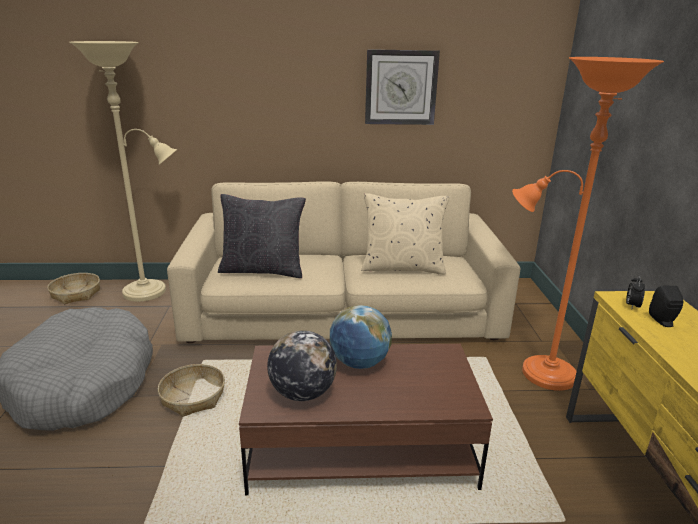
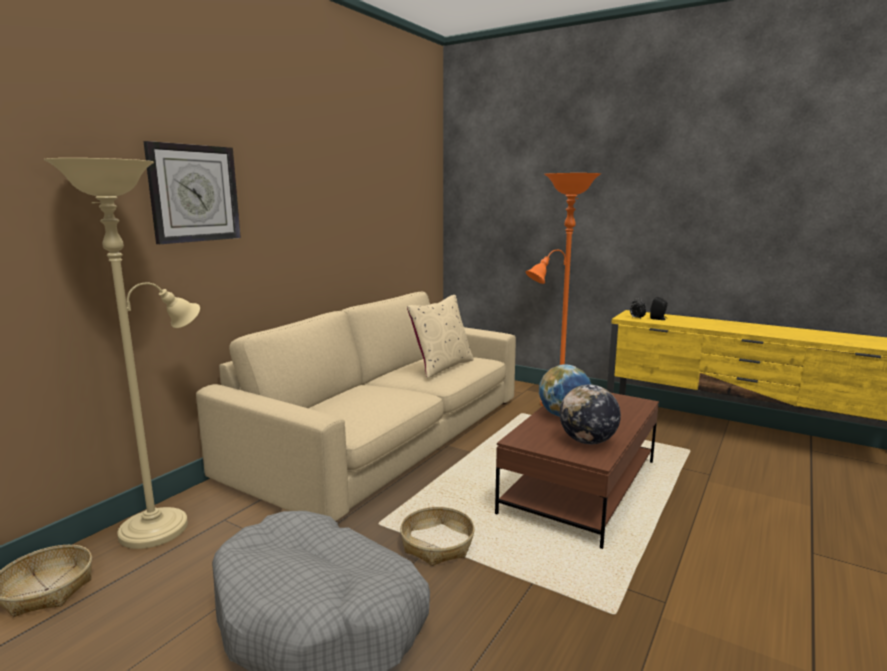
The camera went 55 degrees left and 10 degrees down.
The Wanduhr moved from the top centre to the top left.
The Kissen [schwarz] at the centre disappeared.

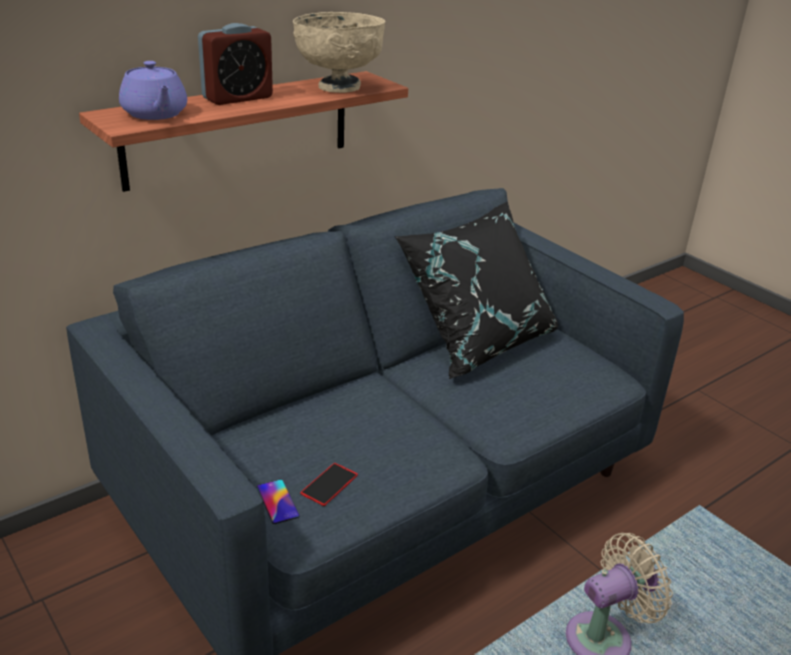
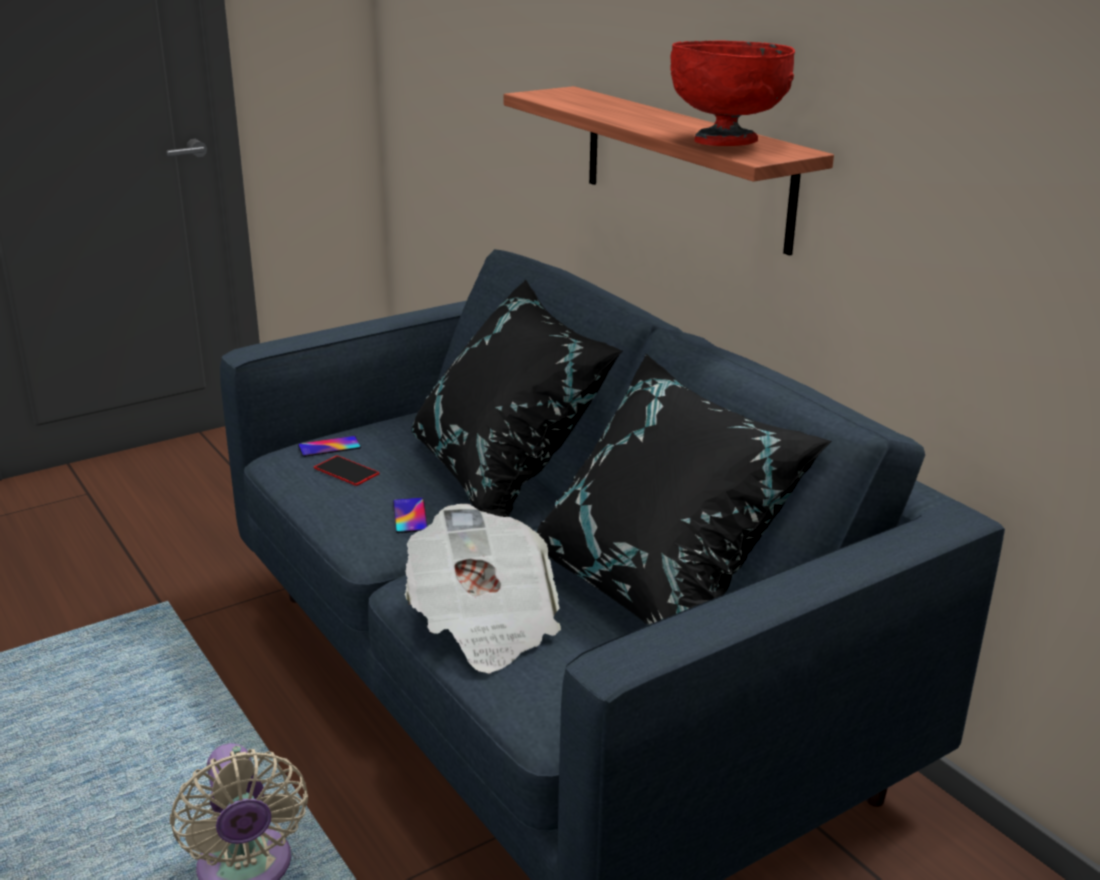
The camera went 95 degrees right and 5 degrees down.
The Handy (3rd from left) at the centre appeared.
The Zeitung at the bottom centre appeared.
The Kissen [schwarz] (1st from left) at the centre appeared.
The Schüssel [beige] at the top centre became the Schüssel [rot] at the top centre.
The Teekanne [lila] at the top left disappeared.
The Wecker at the top left disappeared.

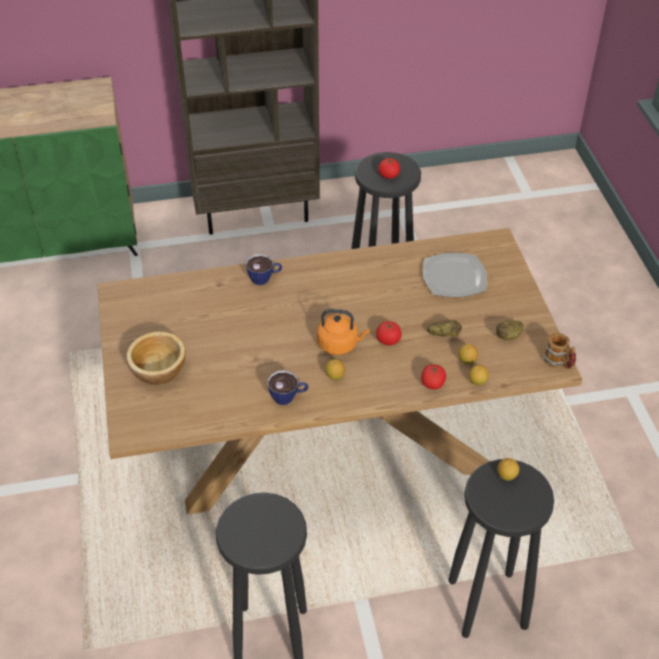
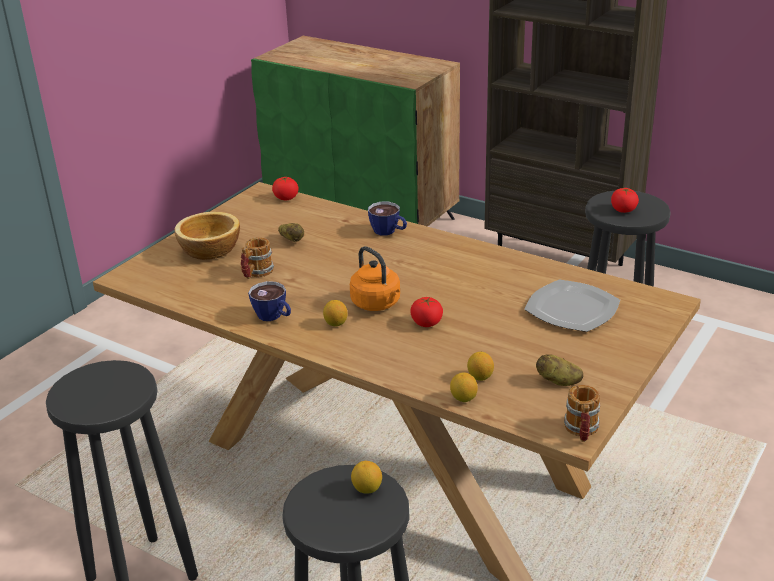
The camera went 45 degrees right and 15 degrees down.
The Henkelbecher (1st from left) at the middle left appeared.
The Tomate (3rd from left in the first image) moved from the centre to the top centre.
The Kartoffel (1st from left) moved from the middle right to the centre.

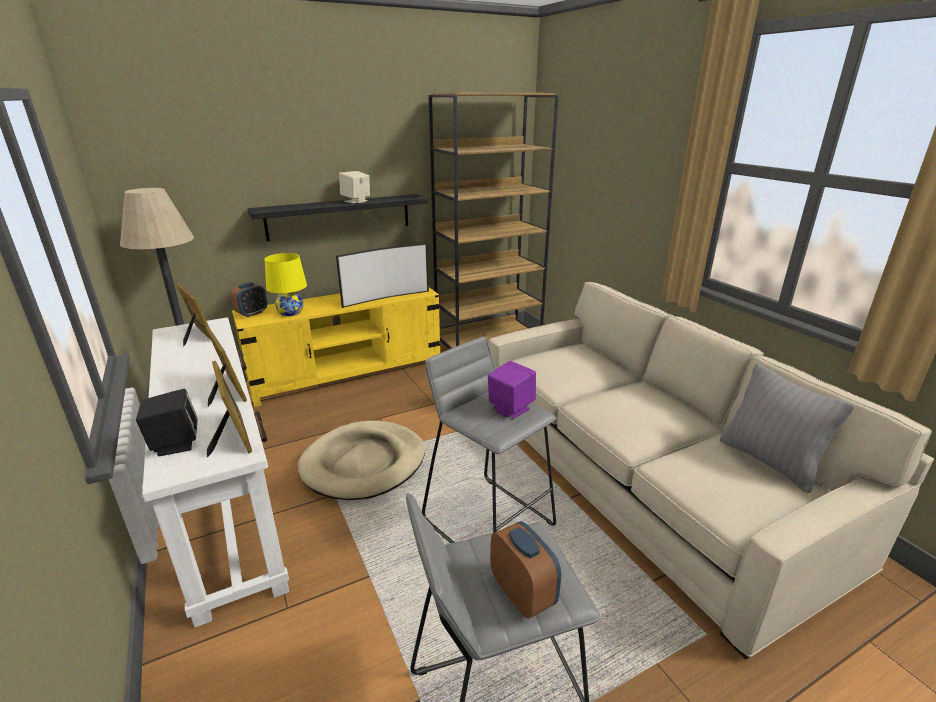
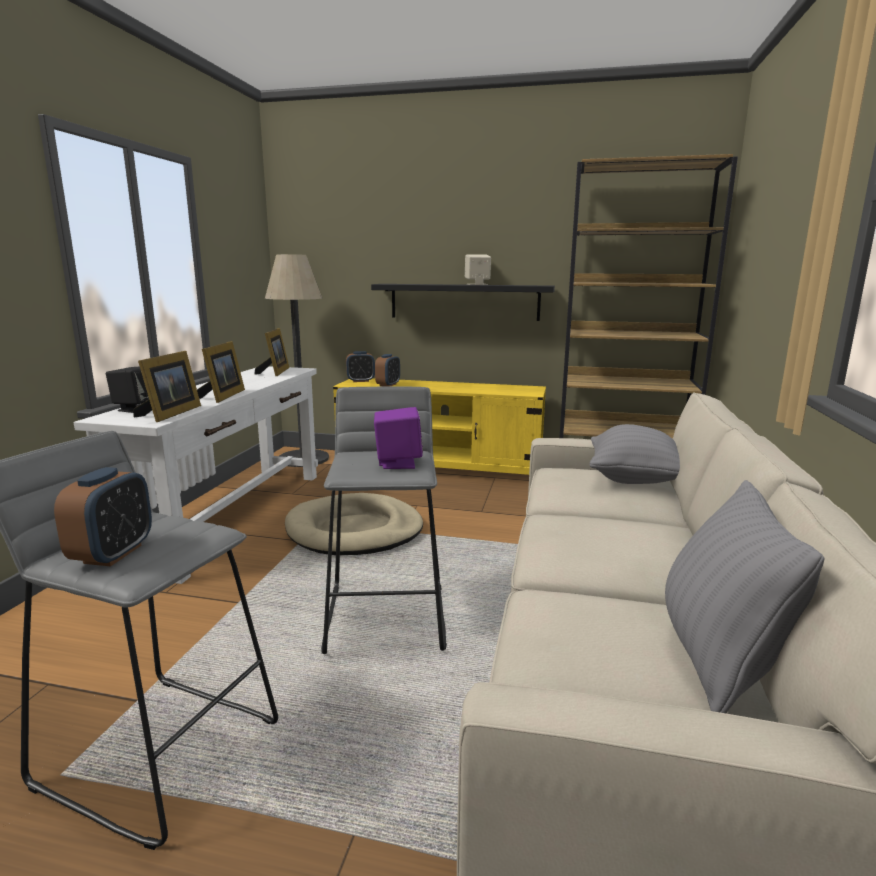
The camera went 40 degrees right and 10 degrees down.
The Tischlampe [gelb] at the middle left was replaced by the Wecker (3rd from left) at the centre.
The Kissen [grau] (1st from left) at the middle right appeared.
The Fernseher at the centre disappeared.

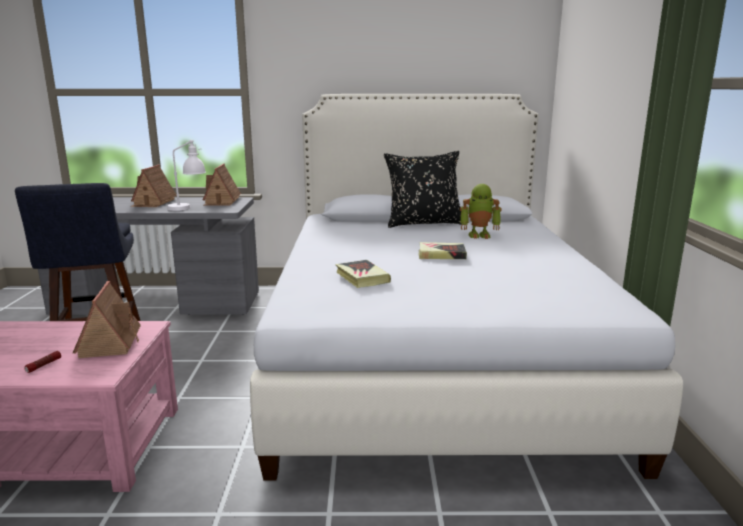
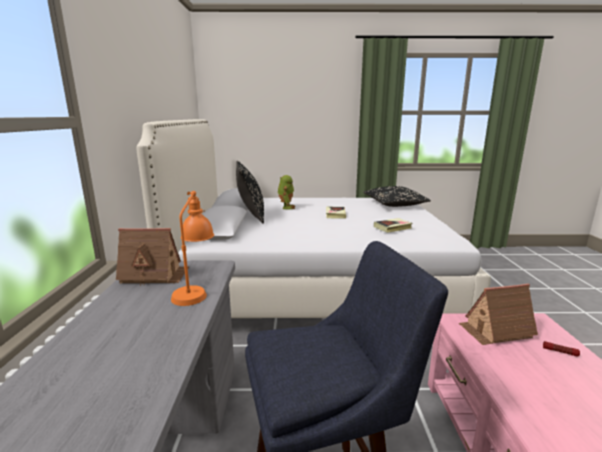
The camera went 90 degrees left and 0 degrees up.
The Tischlampe [weiß] at the top left became the Tischlampe [orange] at the middle left.
The Kissen [schwarz] (2nd from left) at the centre appeared.
The Spielzeughaus (2nd from left) at the middle left disappeared.

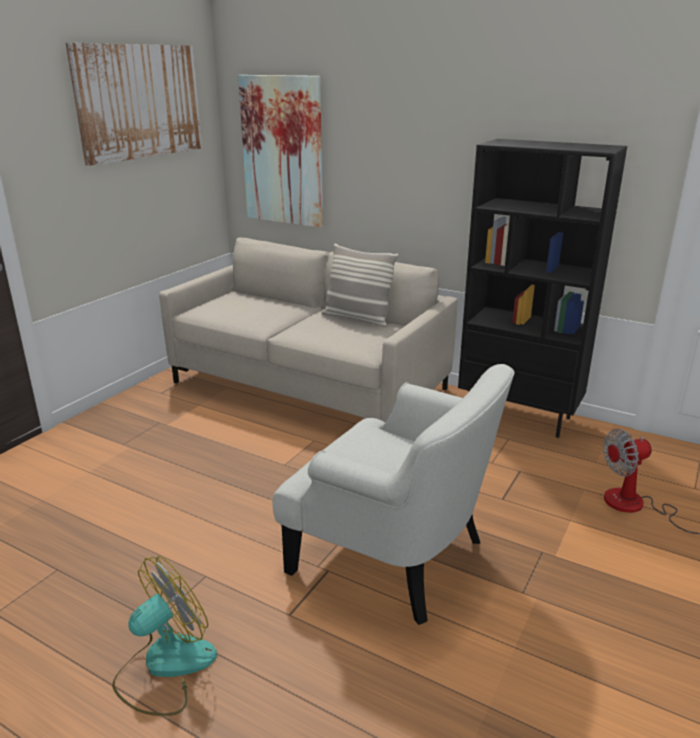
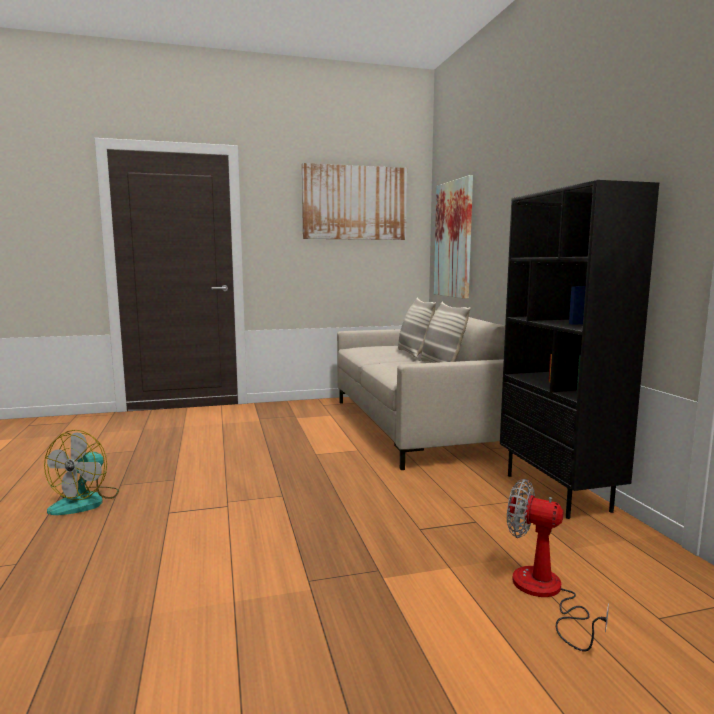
The camera went 45 degrees right and 15 degrees down.
The Ventilator (1st from left) at the bottom left turned 105 degrees clockwise.
The Kissen (1st from left) at the centre appeared.
The Sessel [weiß] at the bottom centre disappeared.

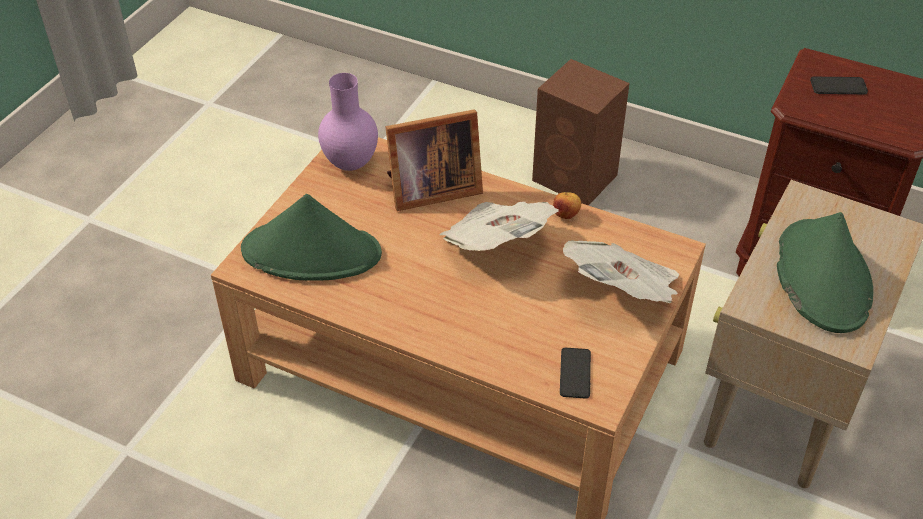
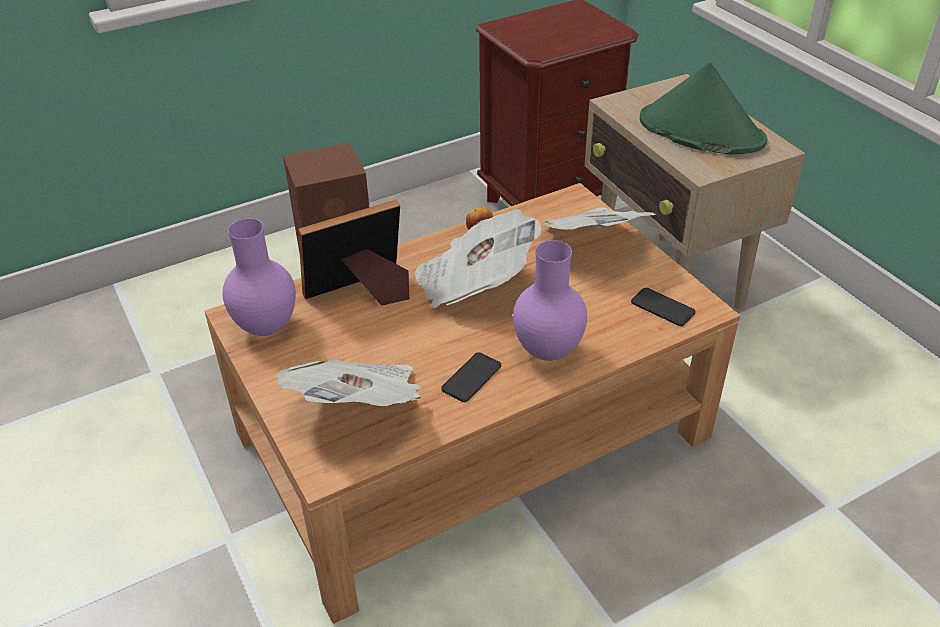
The camera went 55 degrees left and 5 degrees down.
The Hut [grün] (1st from left) at the centre was replaced by the Zeitung (1st from left) at the centre.
The Bilderrahmen at the top centre turned 135 degrees counterclockwise.
The Handy (2nd from left in the first image) moved from the top right to the centre.
The Vase [lila] (2nd from left) at the centre appeared.

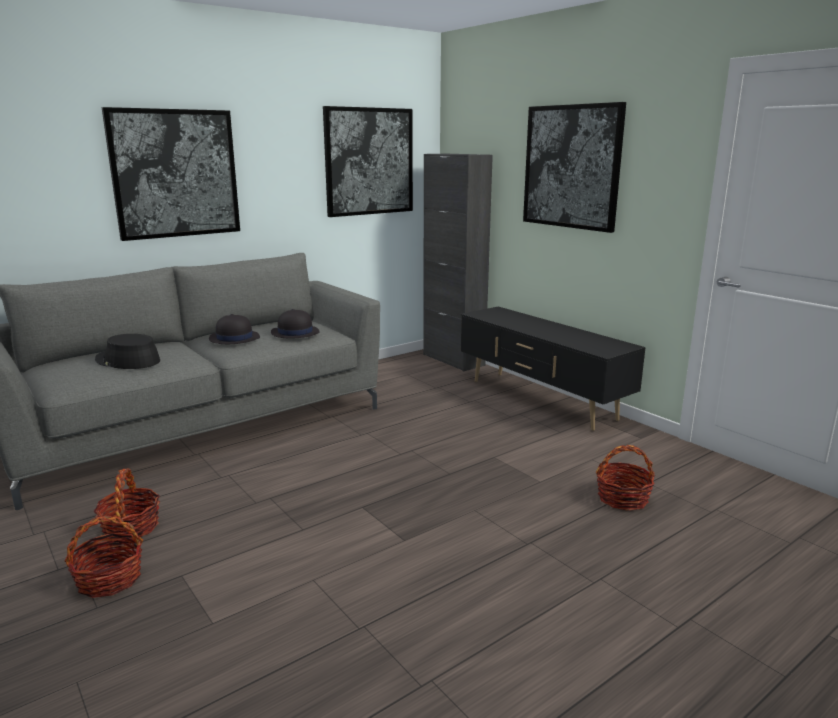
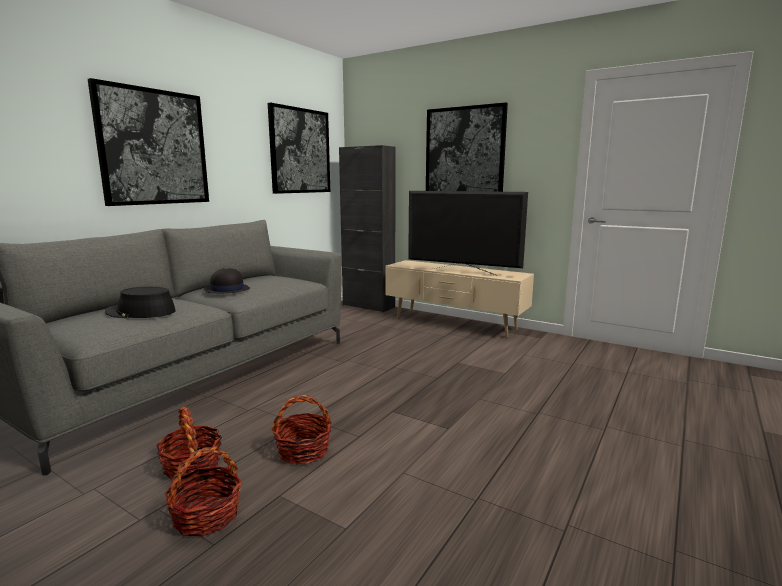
The camera went 20 degrees left and 5 degrees down.
The Korb (3rd from left) moved from the middle right to the bottom centre.
The Fernsehschrank [schwarz] at the centre became the Fernsehschrank [beige] at the centre.
The Fernseher at the centre appeared.
The Hut [schwarz] (3rd from left) at the centre disappeared.

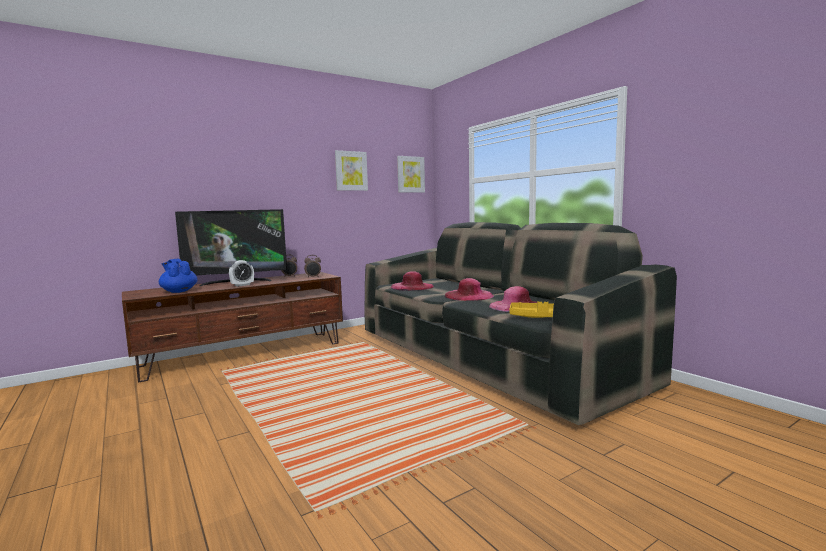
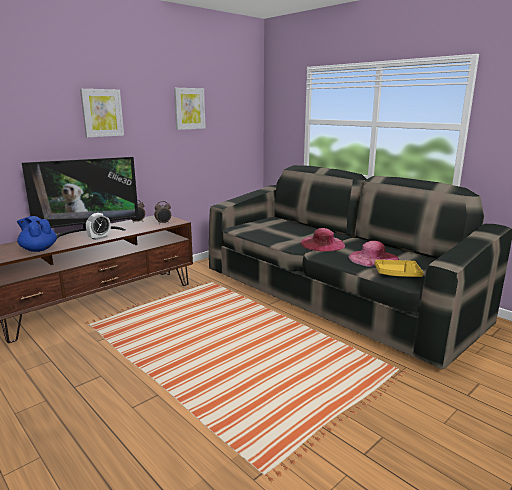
The camera went 10 degrees left and 10 degrees up.
The Bild (2nd from left in the first image) moved from the top centre to the top left.
The Hut [rosa] (1st from left) at the centre disappeared.

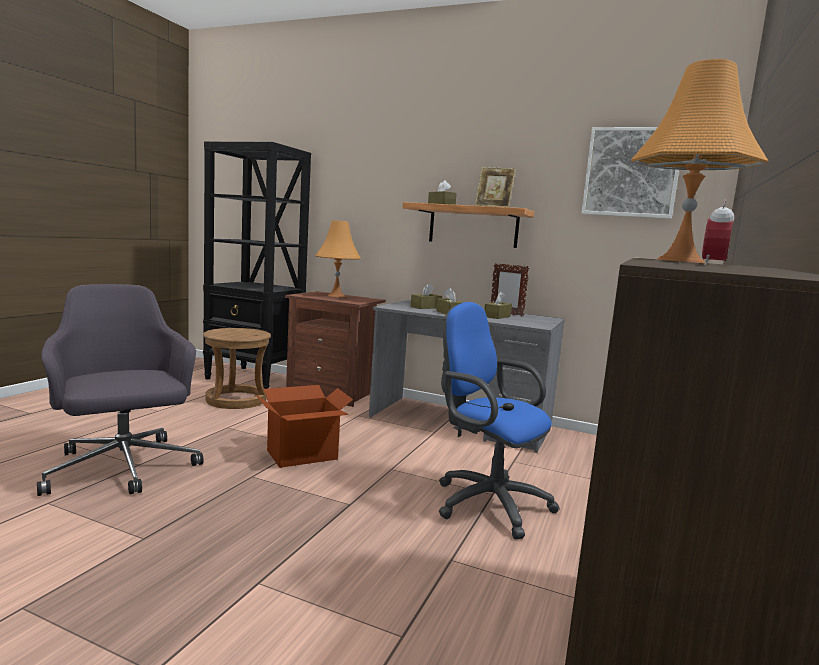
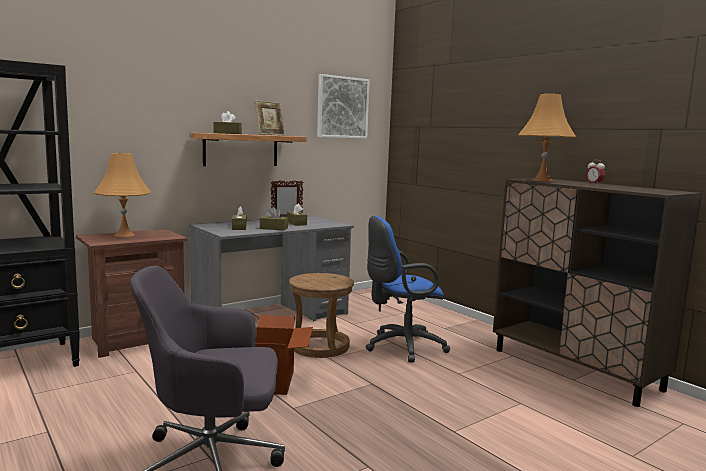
The camera went 60 degrees left and 0 degrees up.
The Hocker [braun] moved from the middle left to the bottom centre.

